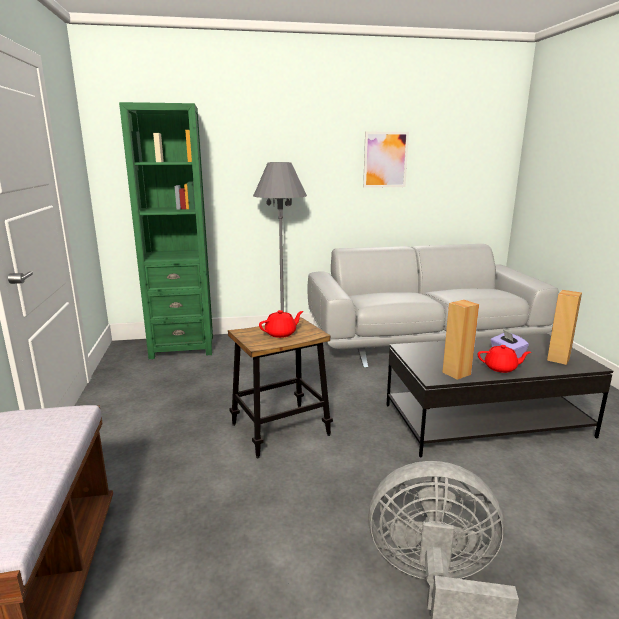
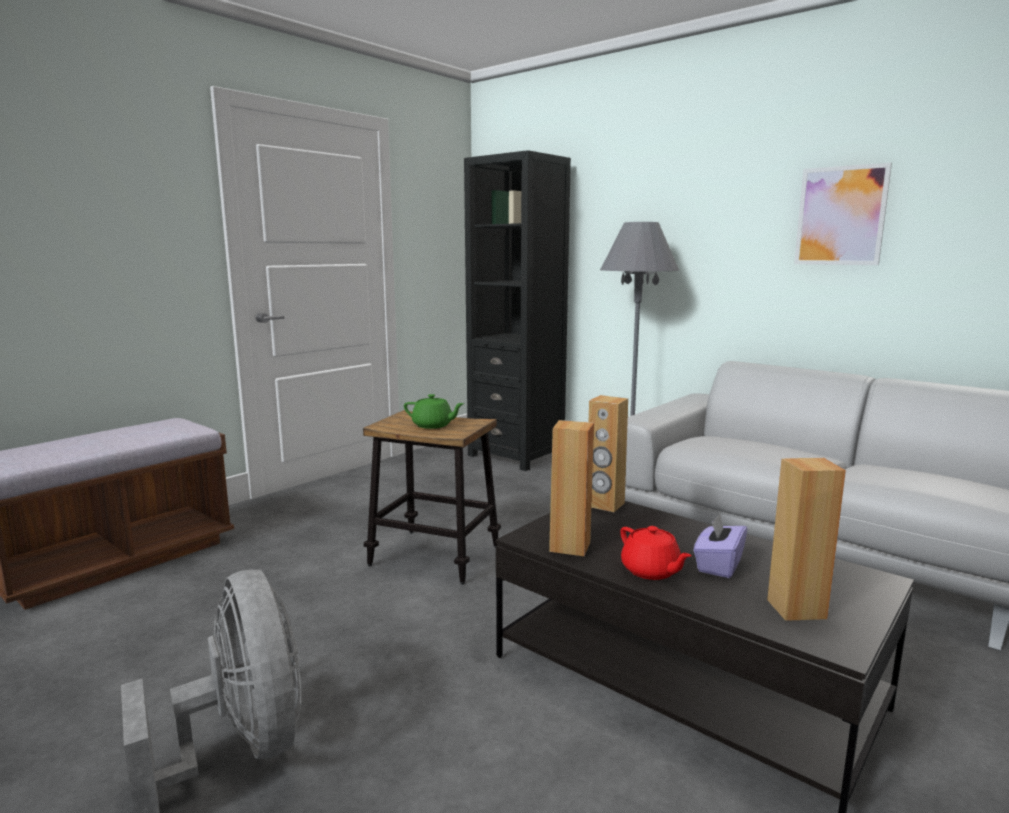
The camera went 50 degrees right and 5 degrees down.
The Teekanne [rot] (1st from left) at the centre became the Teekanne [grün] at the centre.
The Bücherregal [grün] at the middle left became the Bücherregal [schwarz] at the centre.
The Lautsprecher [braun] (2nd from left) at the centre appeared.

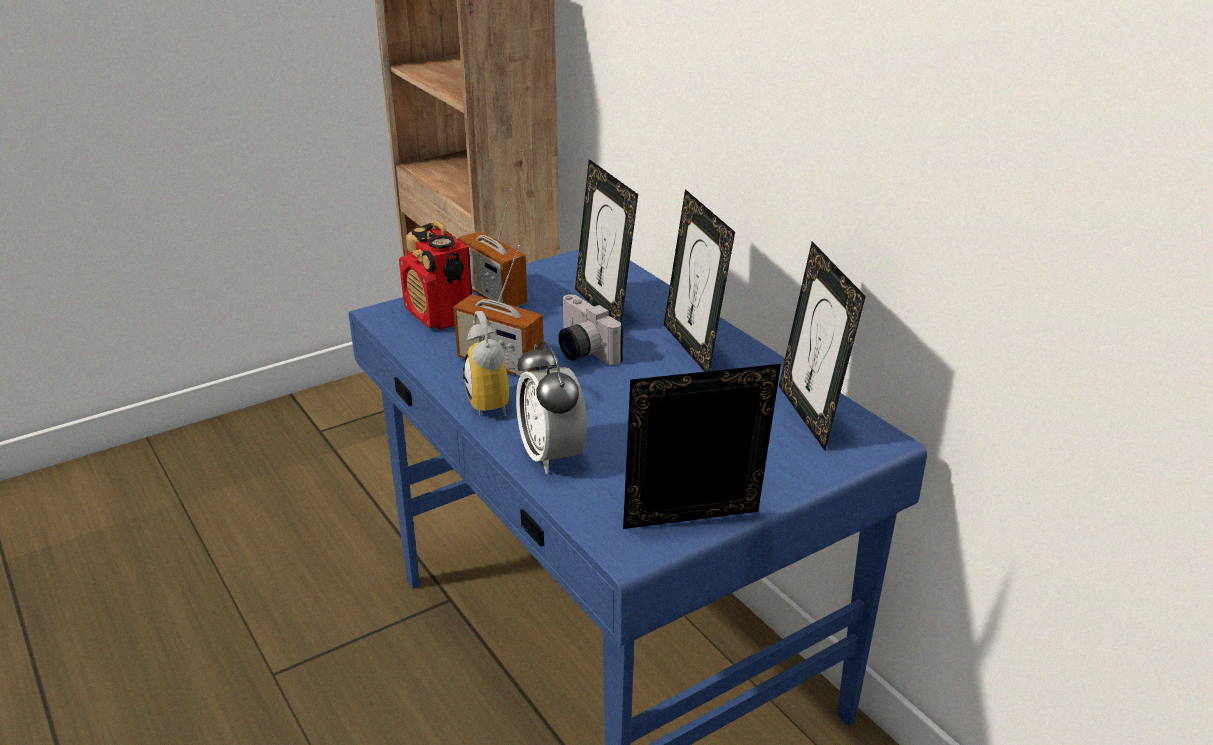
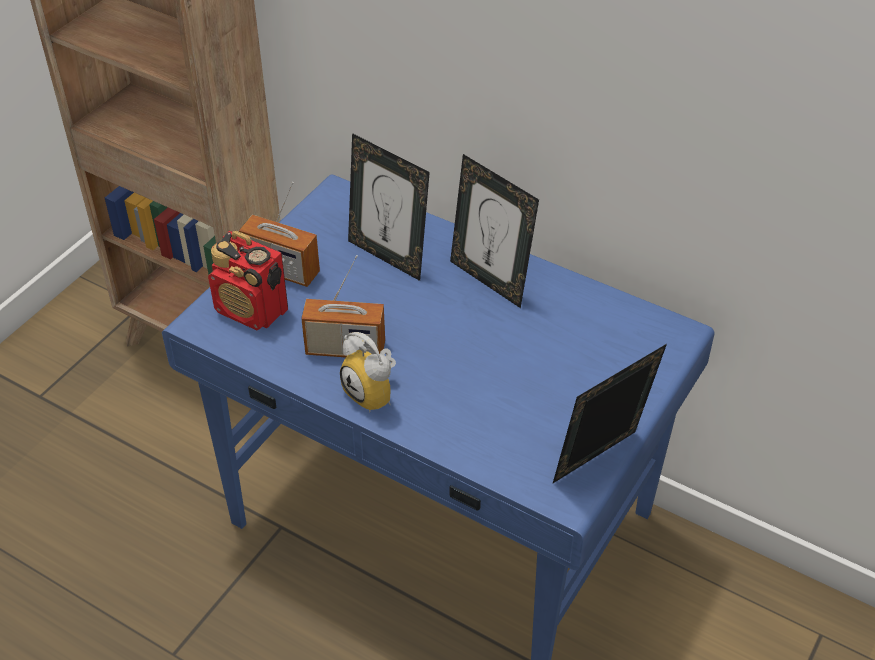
The camera went 25 degrees left and 15 degrees up.
The Wecker (2nd from left) at the centre disappeared.
The Kamera at the centre disappeared.
The Bilderrahmen (4th from left) at the middle right disappeared.

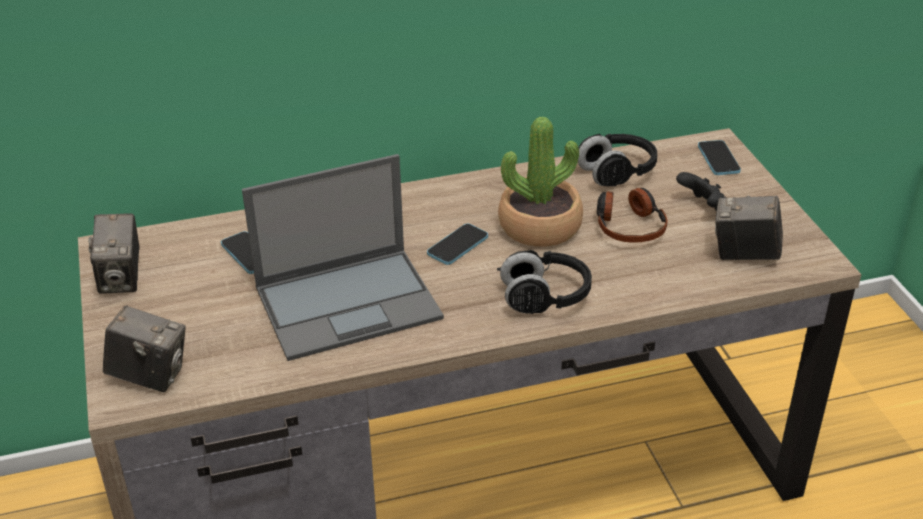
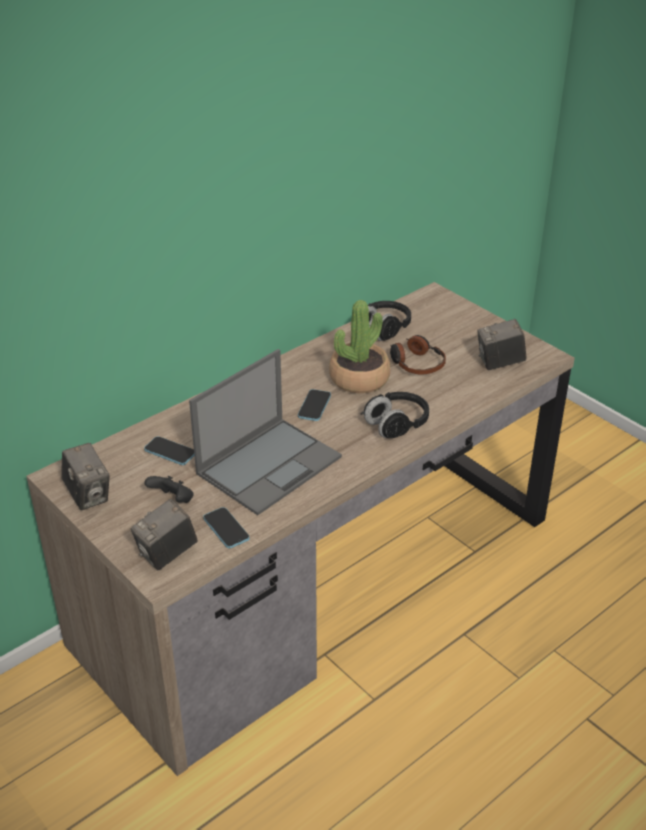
The camera went 25 degrees left and 0 degrees up.
The Kamera (2nd from left) at the bottom left turned 150 degrees clockwise.
The Gamepad [schwarz] moved from the middle right to the middle left.
The Handy (3rd from left in the first image) moved from the top right to the centre.

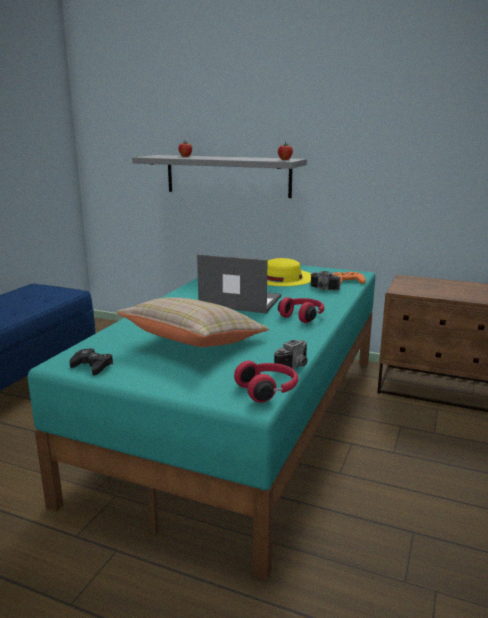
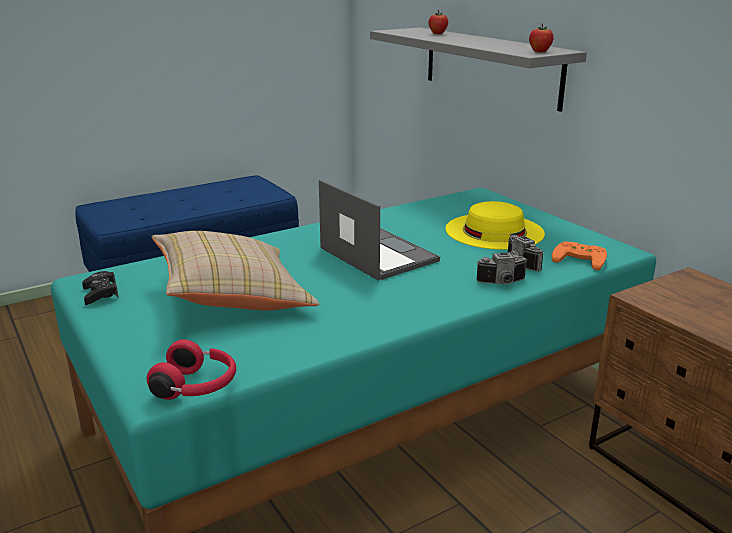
The camera went 35 degrees right and 5 degrees up.
The Kamera (1st from left) moved from the centre to the middle right.
The Kopfhörer [rot] (2nd from left) at the centre disappeared.

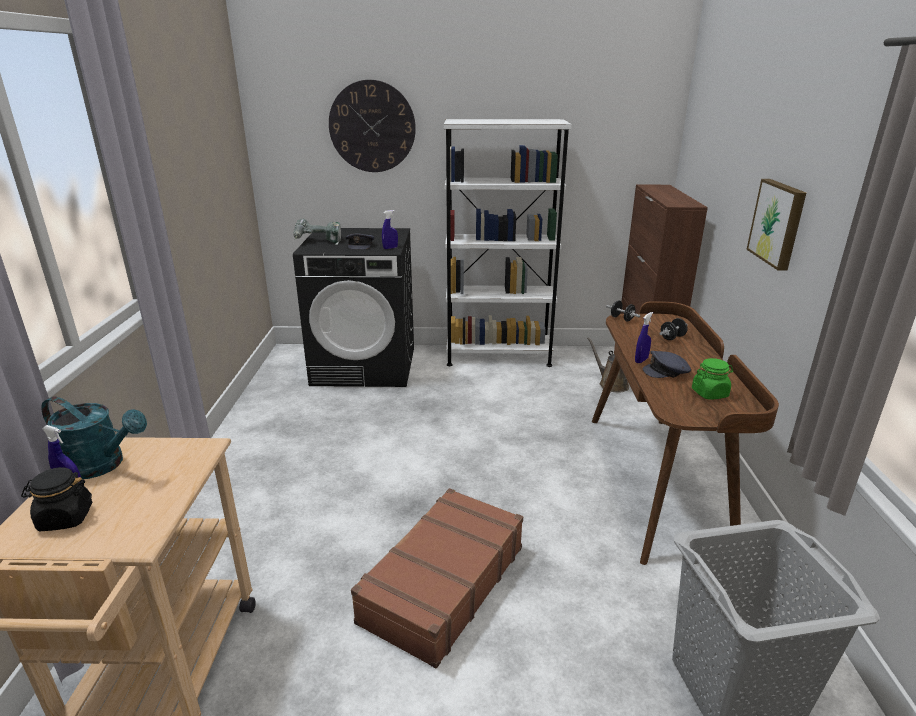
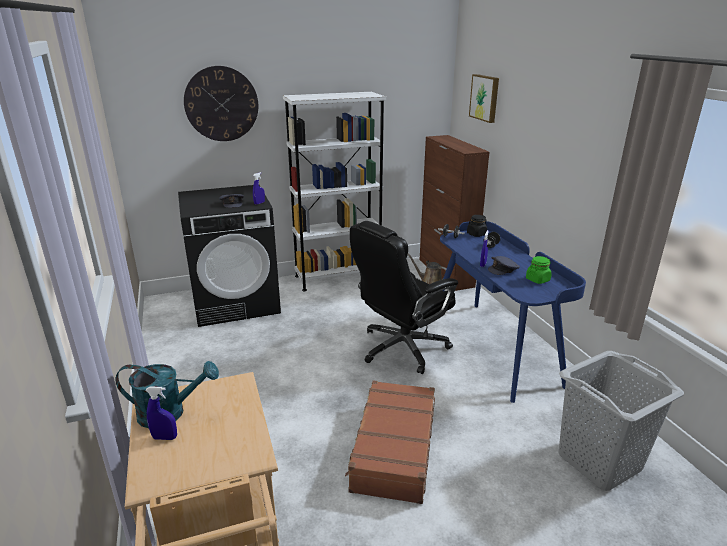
The camera went 20 degrees left and 0 degrees up.
The Bürostuhl [schwarz] at the centre appeared.
The Schreibtisch [braun] at the middle right became the Schreibtisch [blau] at the middle right.
The Vorratsglas [schwarz] moved from the bottom left to the centre.
The Bild moved from the top right to the top centre.
The Bohrmaschine at the top centre disappeared.

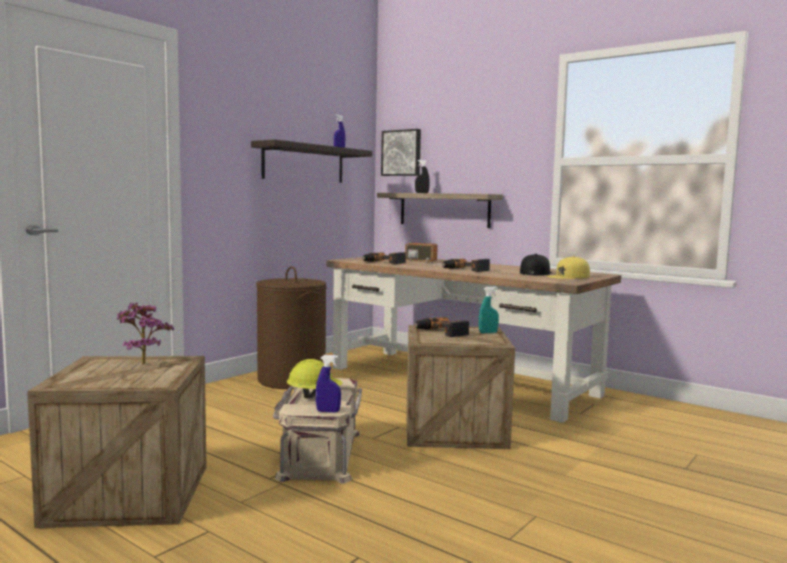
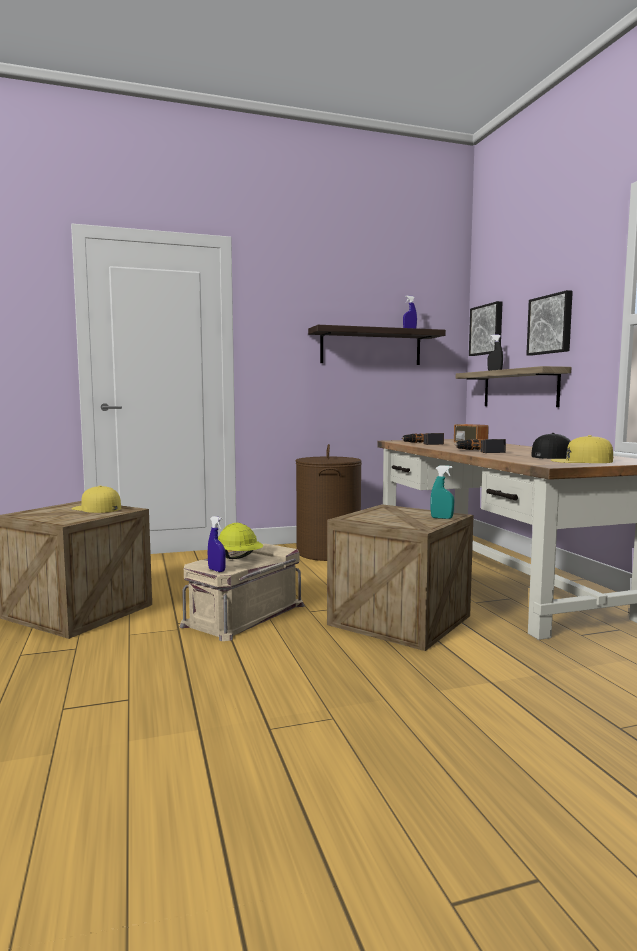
The camera went 35 degrees right and 0 degrees up.
The Topfpflanze at the middle left was replaced by the Kappe [gelb] (1st from left) at the middle left.
The Bild (2nd from left) at the middle right appeared.
The Bohrmaschine (2nd from left) at the centre disappeared.

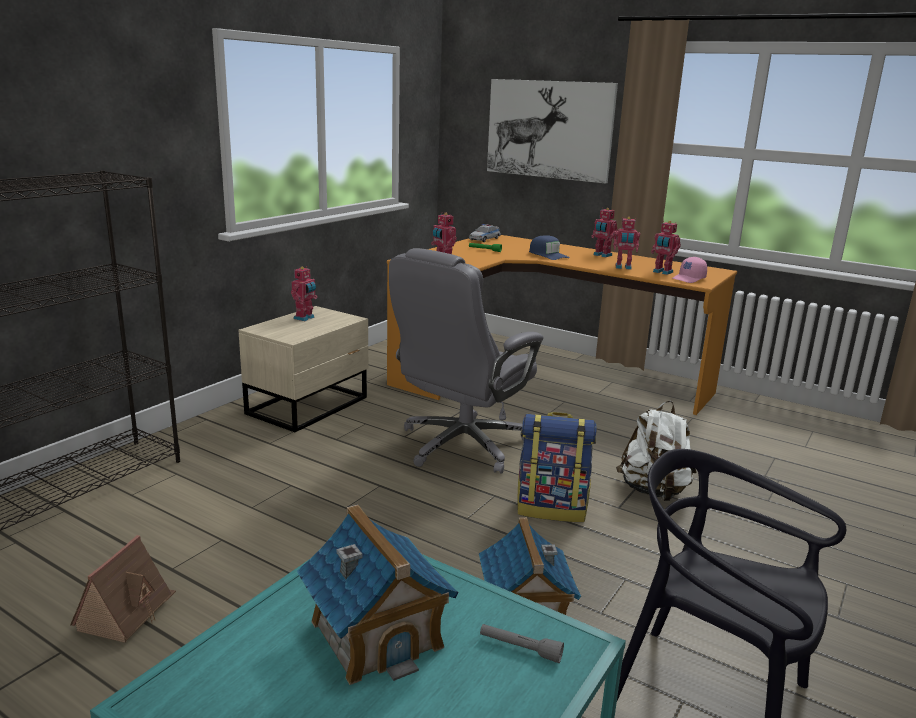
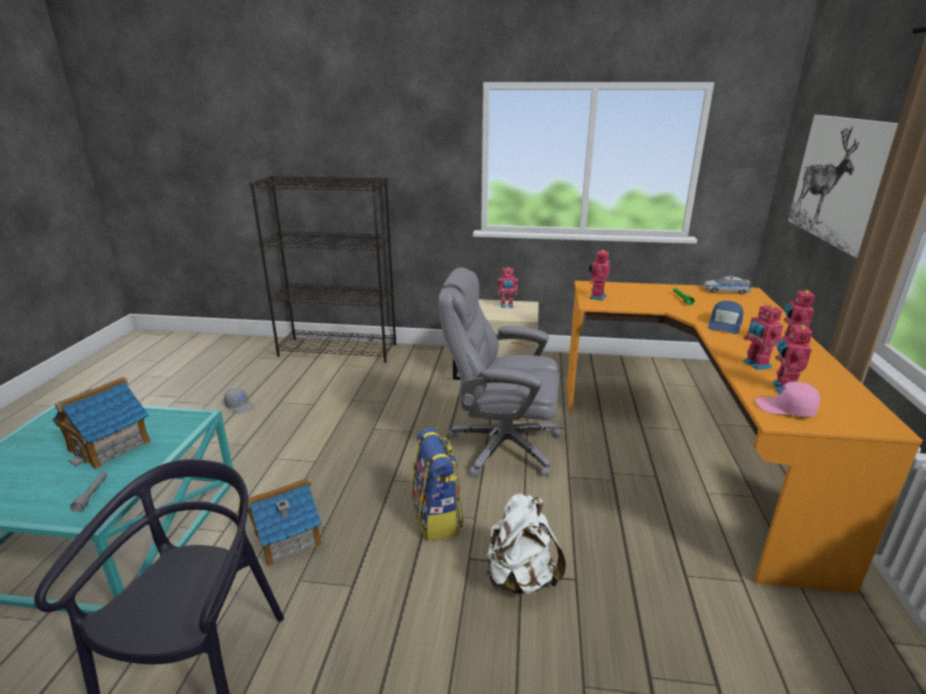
The camera went 65 degrees right and 5 degrees up.
The Spielzeughaus (1st from left) at the bottom left was replaced by the Kappe [grau] at the middle left.

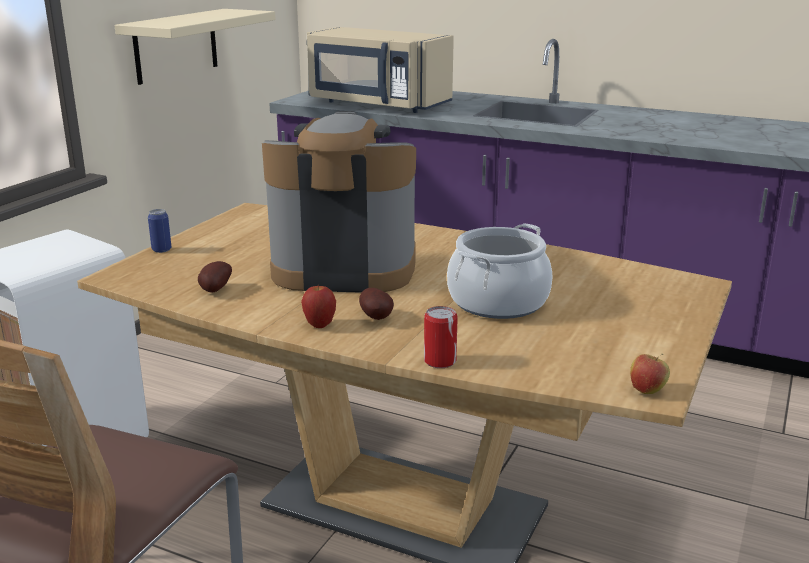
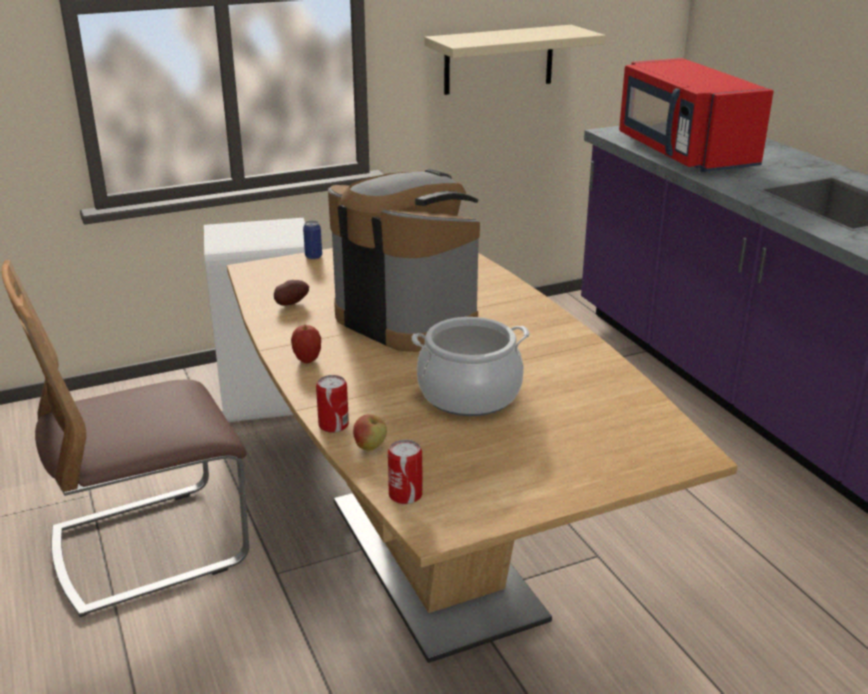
The camera went 40 degrees right and 5 degrees up.
The Apfel (2nd from left) moved from the middle right to the centre.
The Dose (3rd from left) at the bottom centre appeared.
The Mikrowelle [beige] at the top centre became the Mikrowelle [rot] at the top right.
The Kartoffel (2nd from left) at the centre disappeared.

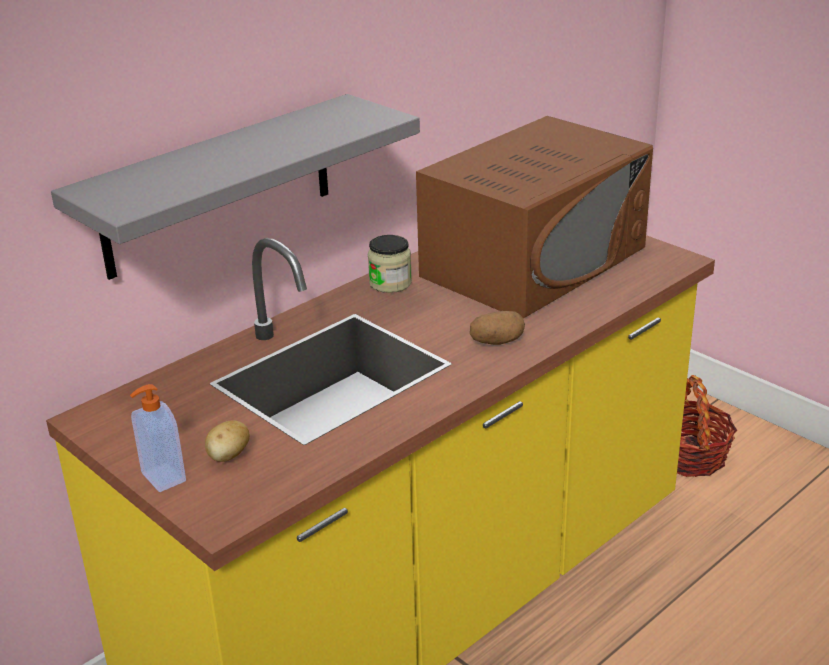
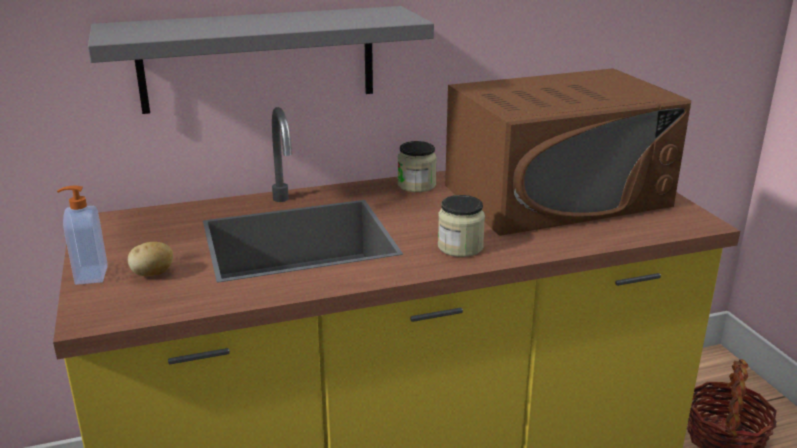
The camera went 25 degrees right and 5 degrees down.
The Kartoffel (2nd from left) at the centre was replaced by the Vorratsglas (2nd from left) at the centre.

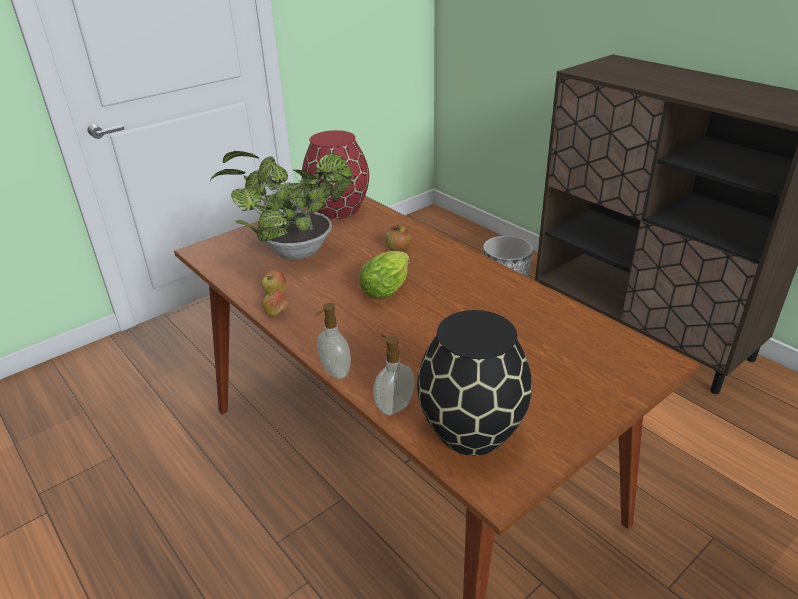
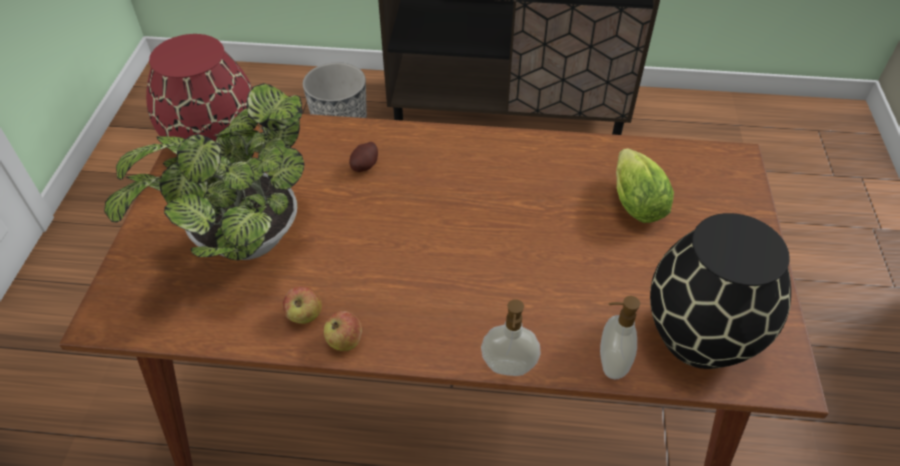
The camera went 45 degrees left and 15 degrees up.
The Apfel (3rd from left) at the centre was replaced by the Kartoffel at the centre.
The Salatkopf moved from the centre to the middle right.

